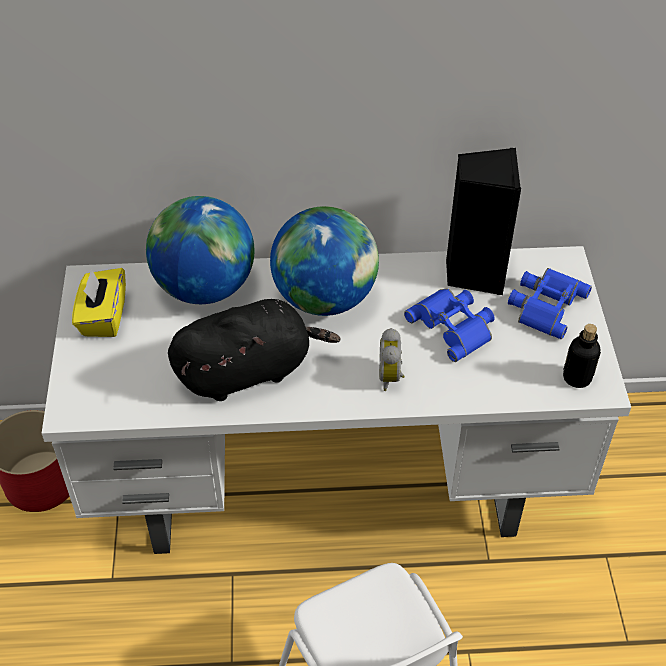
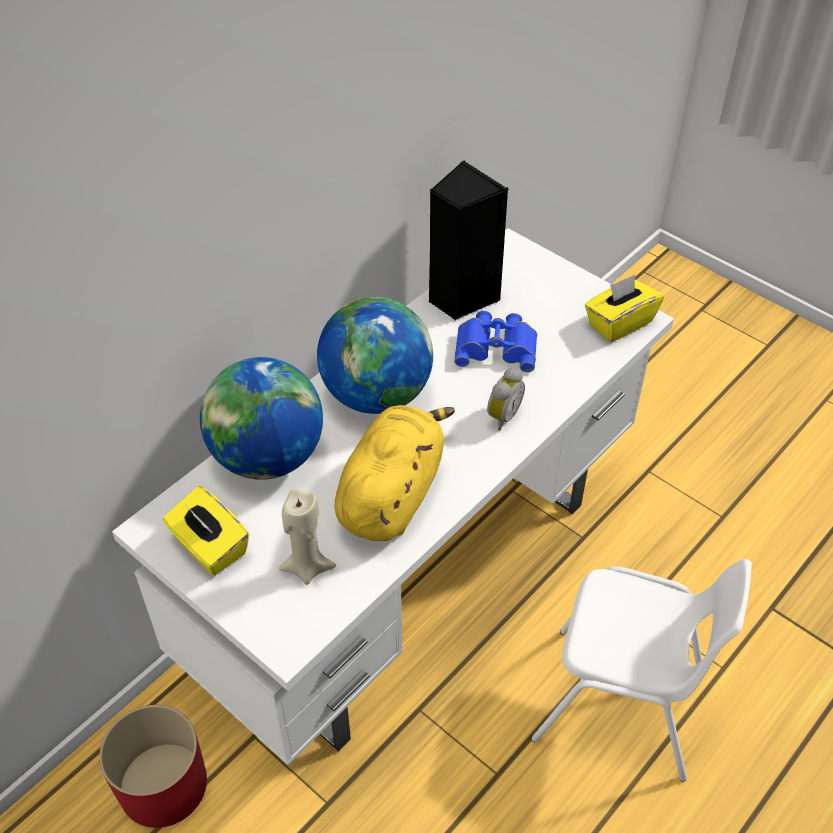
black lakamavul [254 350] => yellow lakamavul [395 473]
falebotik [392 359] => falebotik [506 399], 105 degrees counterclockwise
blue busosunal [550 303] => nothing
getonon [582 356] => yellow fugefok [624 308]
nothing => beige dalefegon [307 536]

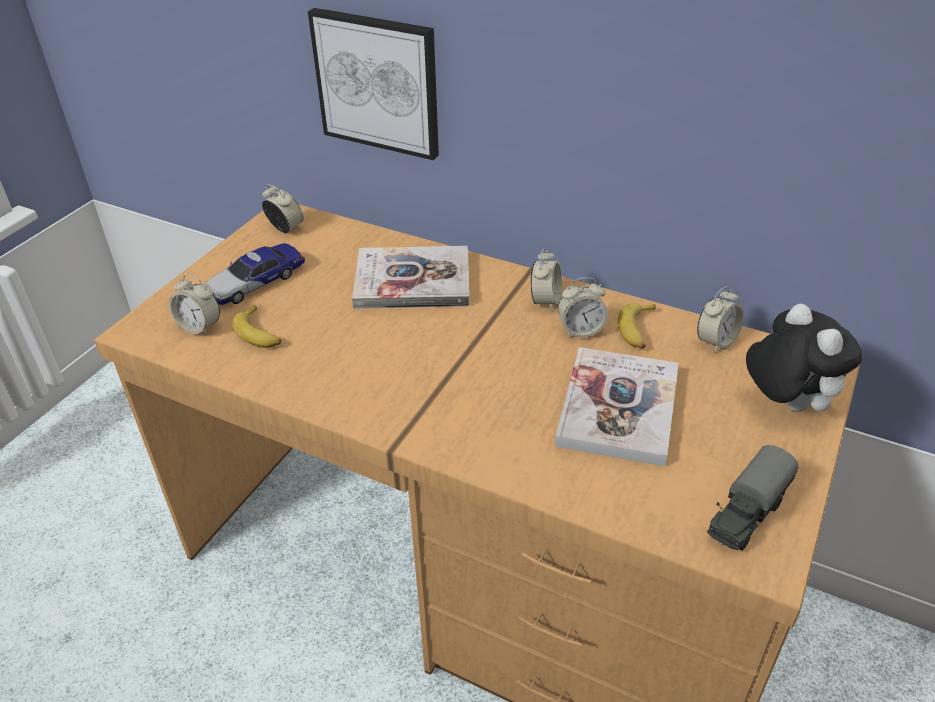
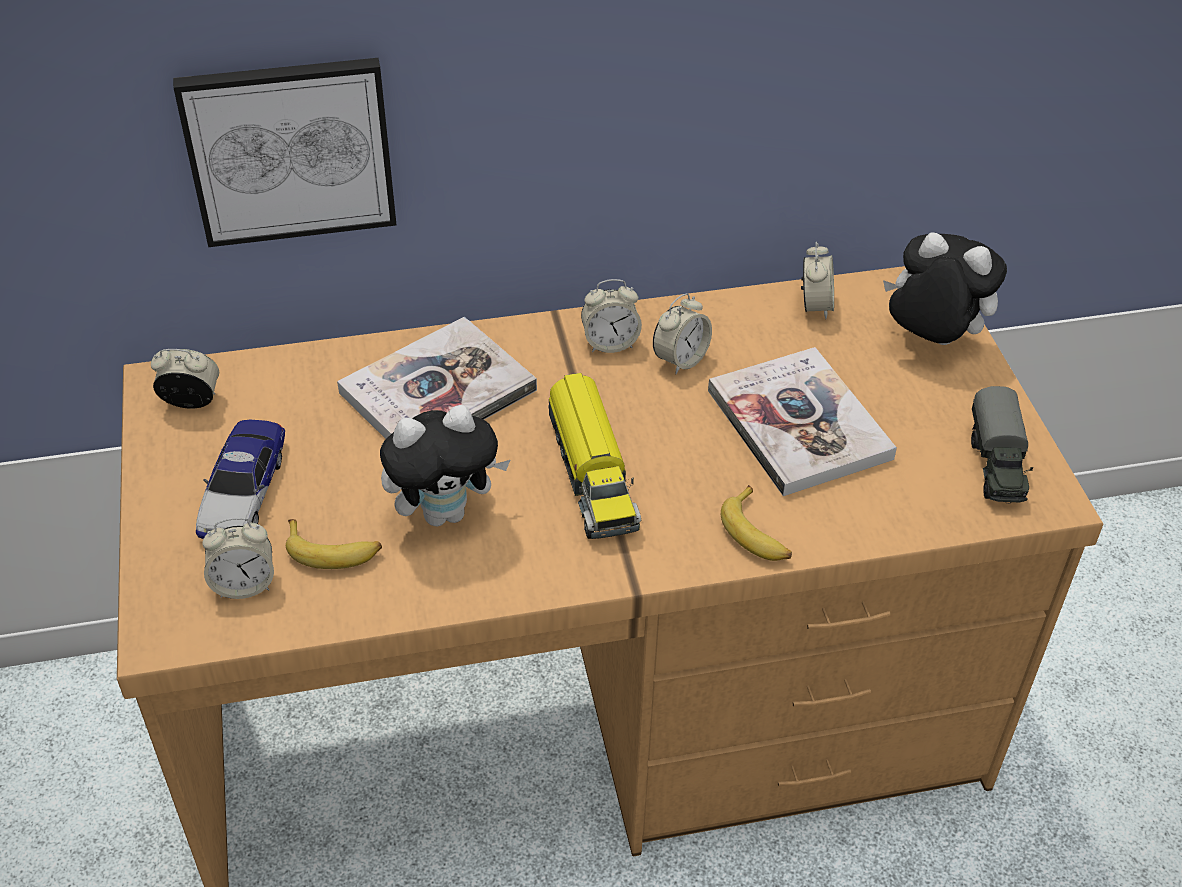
falebotik [546 279] => falebotik [611 316], 105 degrees clockwise
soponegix [637 326] => soponegix [756 523], relocated
nothing => lakamavul [445 465]
nothing => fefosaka [595 456]

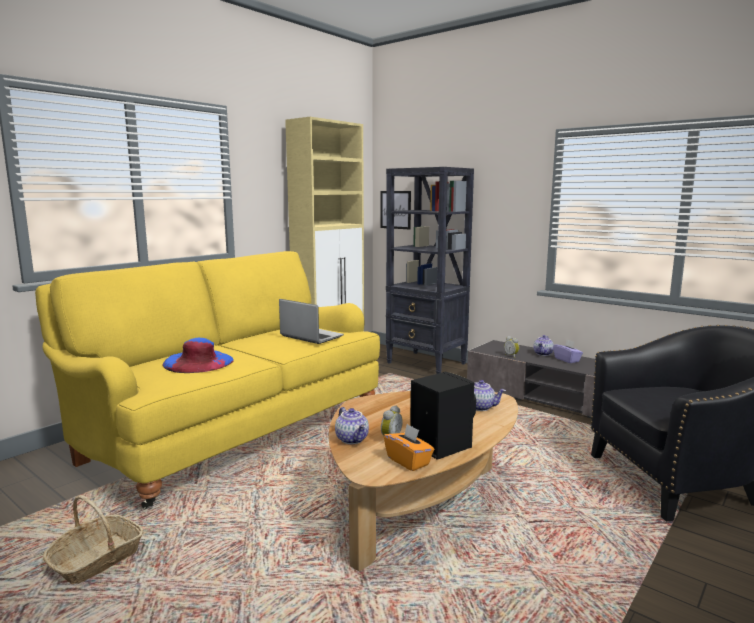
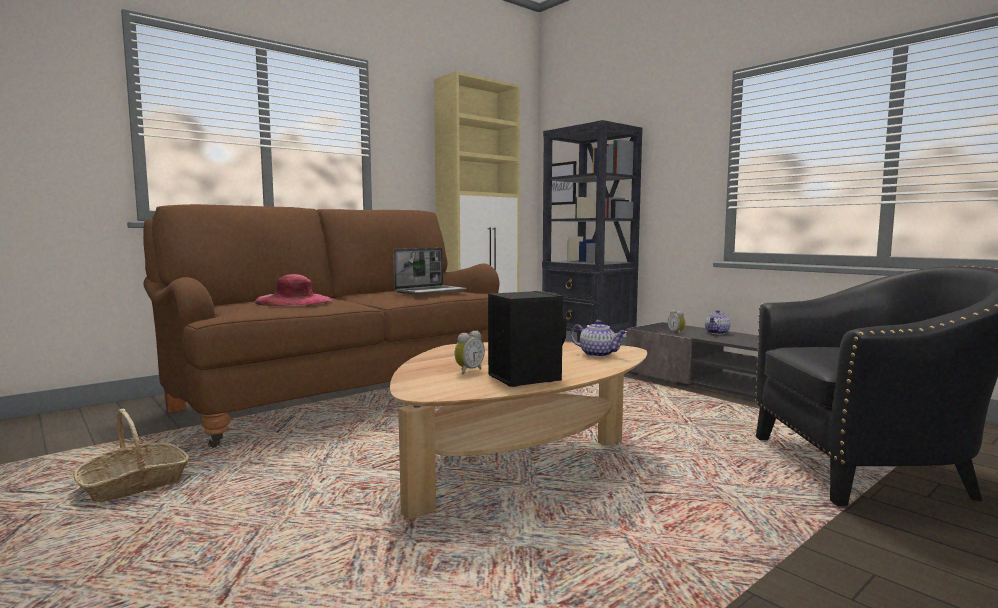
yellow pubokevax [207 380] => brown pubokevax [321 326]
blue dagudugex [198 355] => pink dagudugex [293 290]
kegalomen [311 321] => kegalomen [430 271], 90 degrees clockwise
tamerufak [352 425] => nothing
orange fugefok [409 447] => nothing
purple fugefok [568 351] => nothing

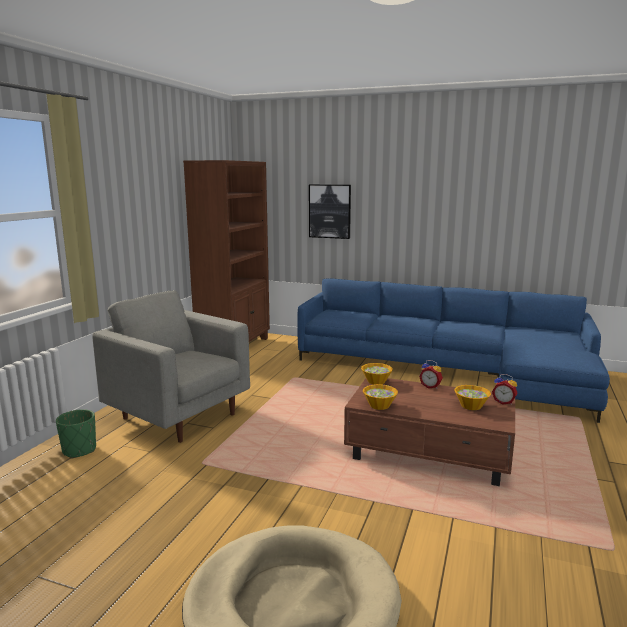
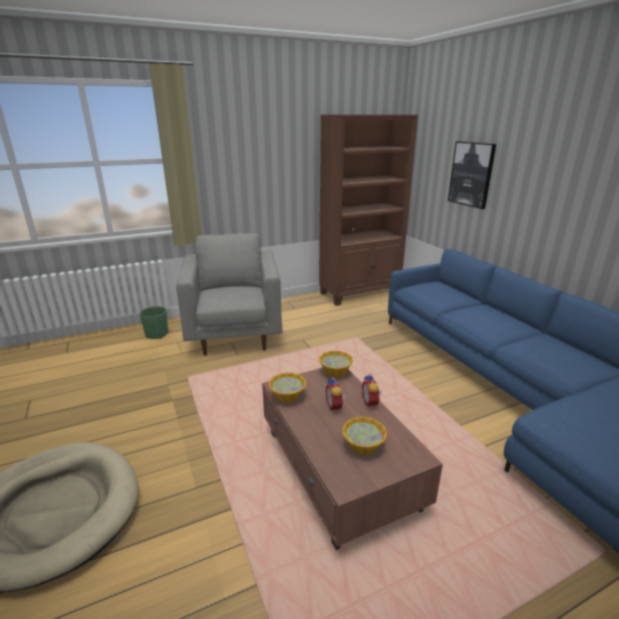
falebotik [505 389] => falebotik [335 394], relocated

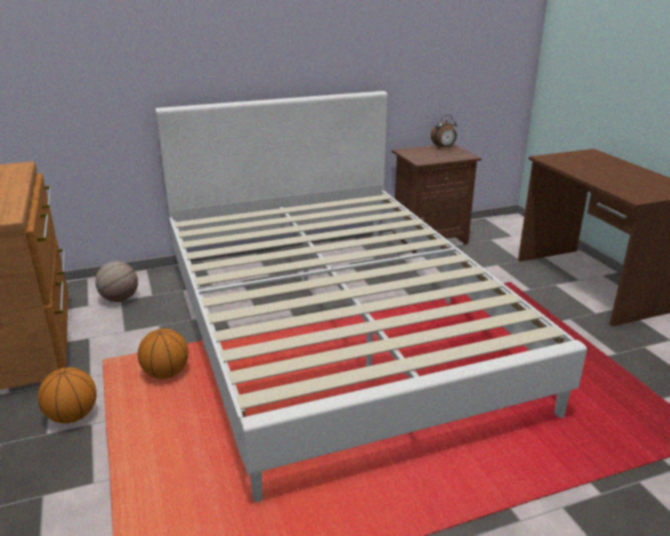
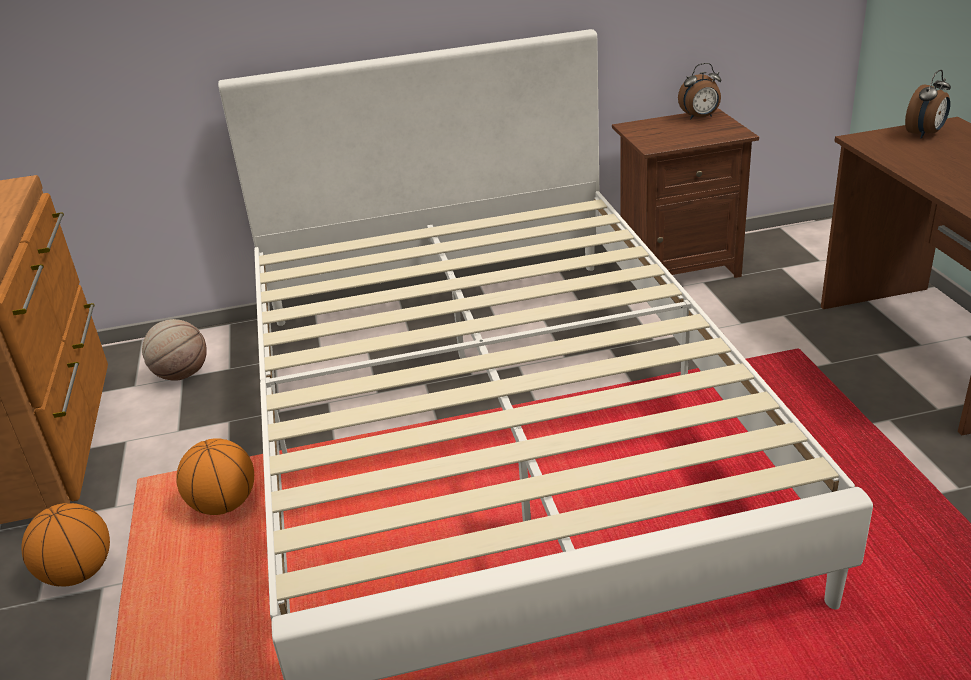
nothing => falebotik [928 104]

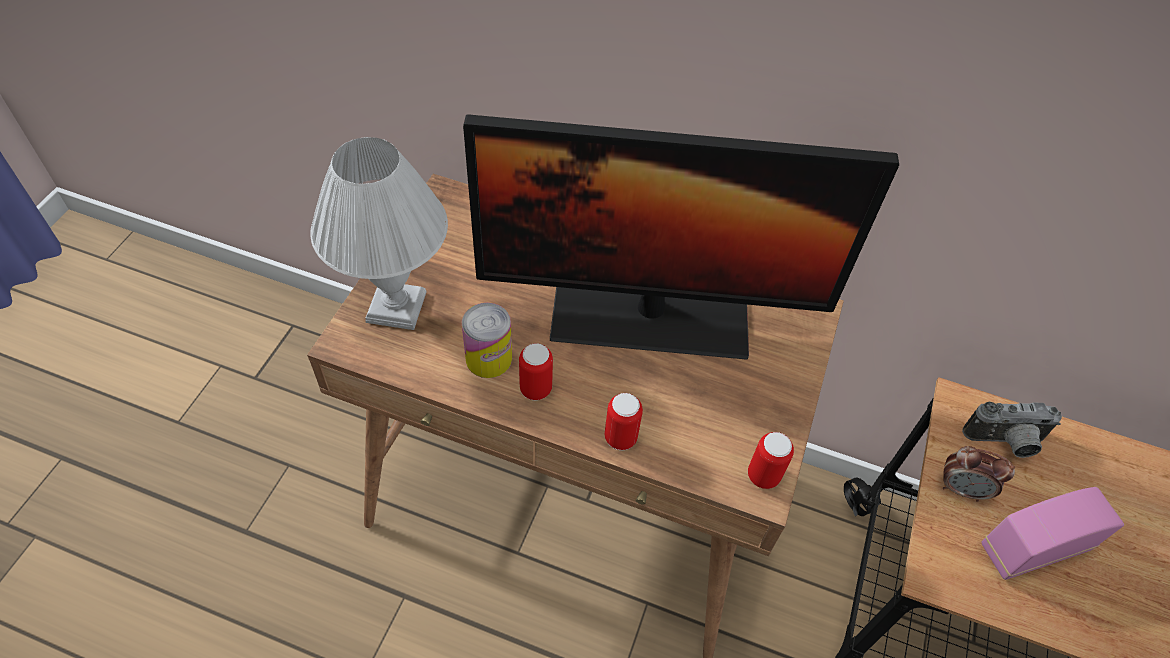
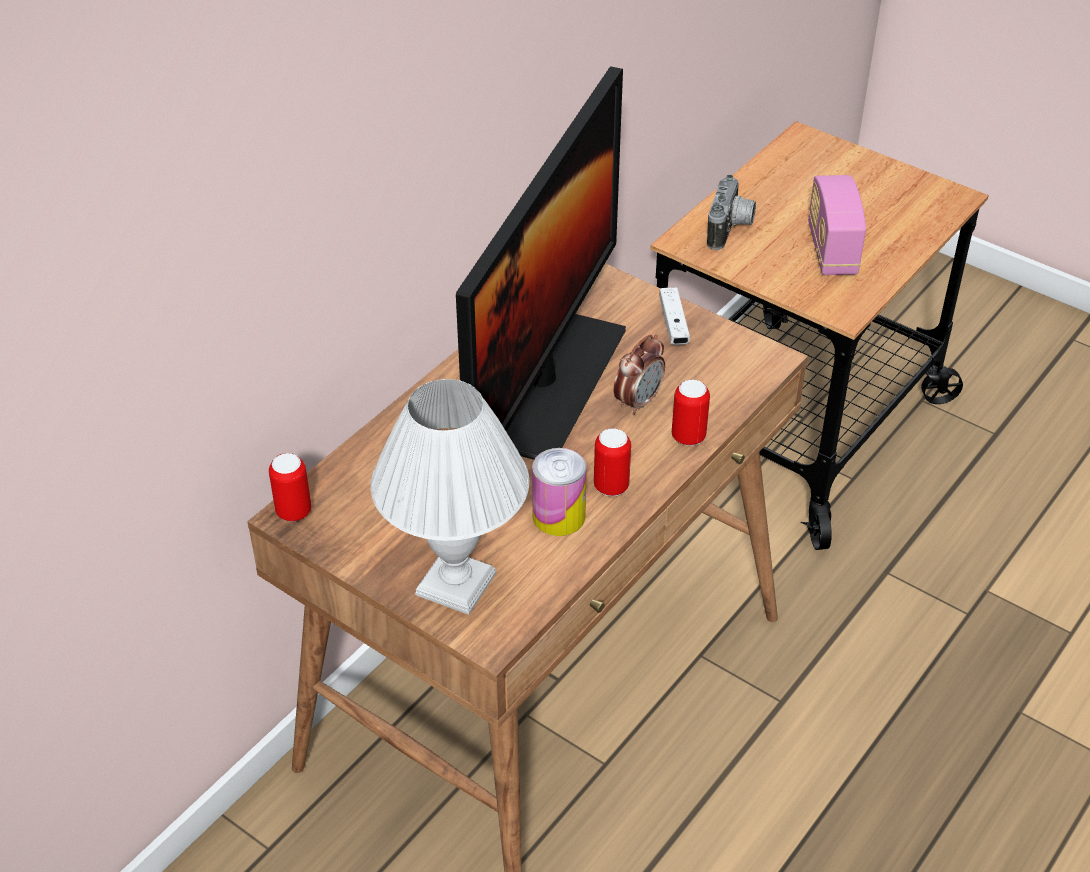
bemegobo [771 460] => bemegobo [290 487], relocated
falebotik [979 474] => falebotik [639 374], relocated
nothing => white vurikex [674 316]

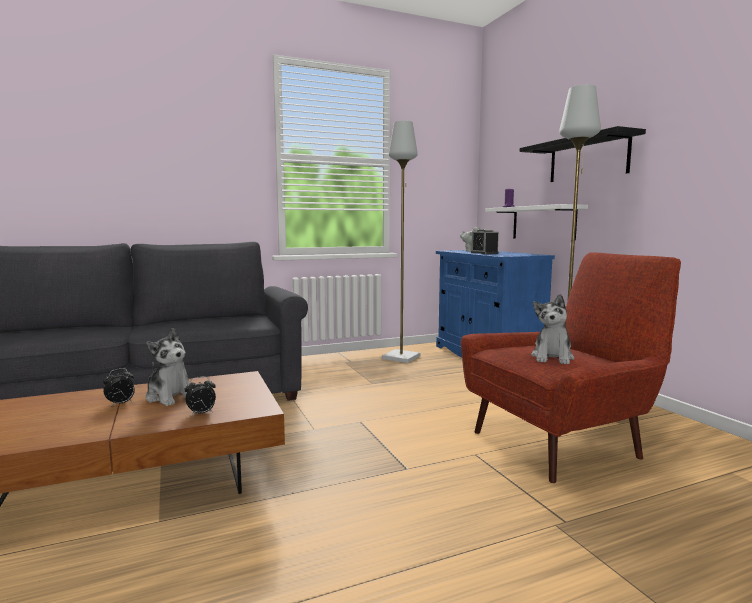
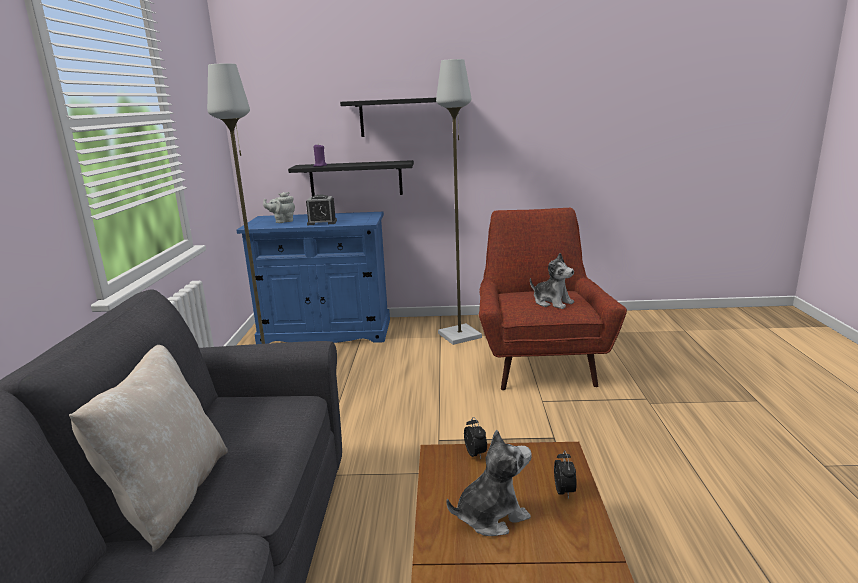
falebotik [119 387] => falebotik [475 438], relocated
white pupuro [536 222] => black pupuro [351 178]
nothing => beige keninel [148 448]

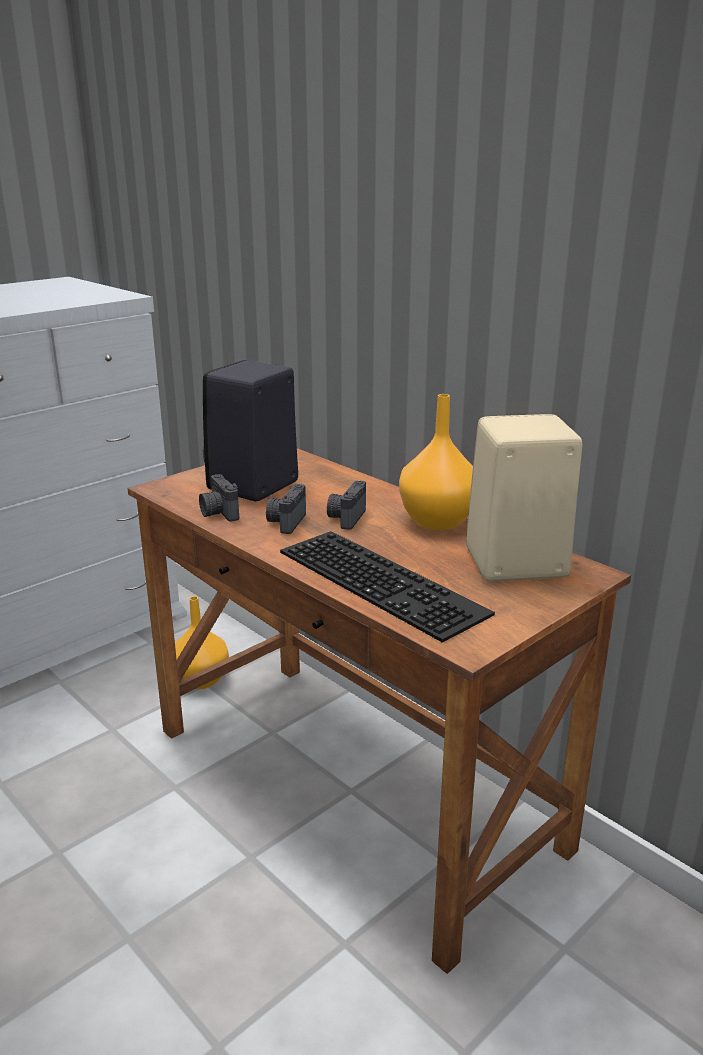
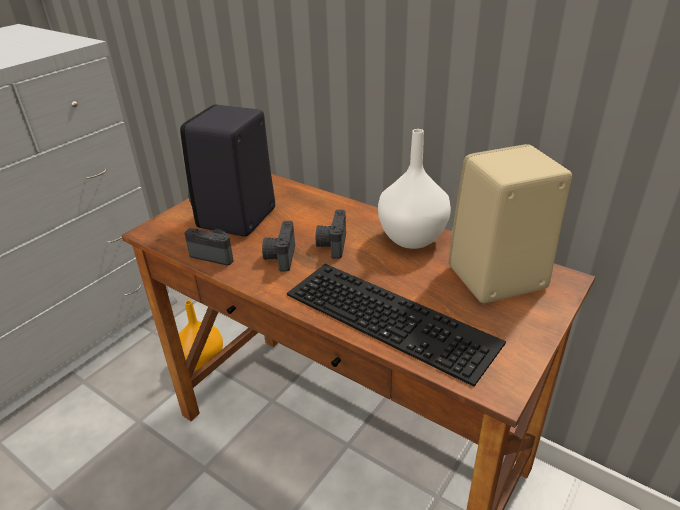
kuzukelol [219 498] => kuzukelol [208 247], 150 degrees clockwise
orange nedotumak [436 462] => white nedotumak [414 189]

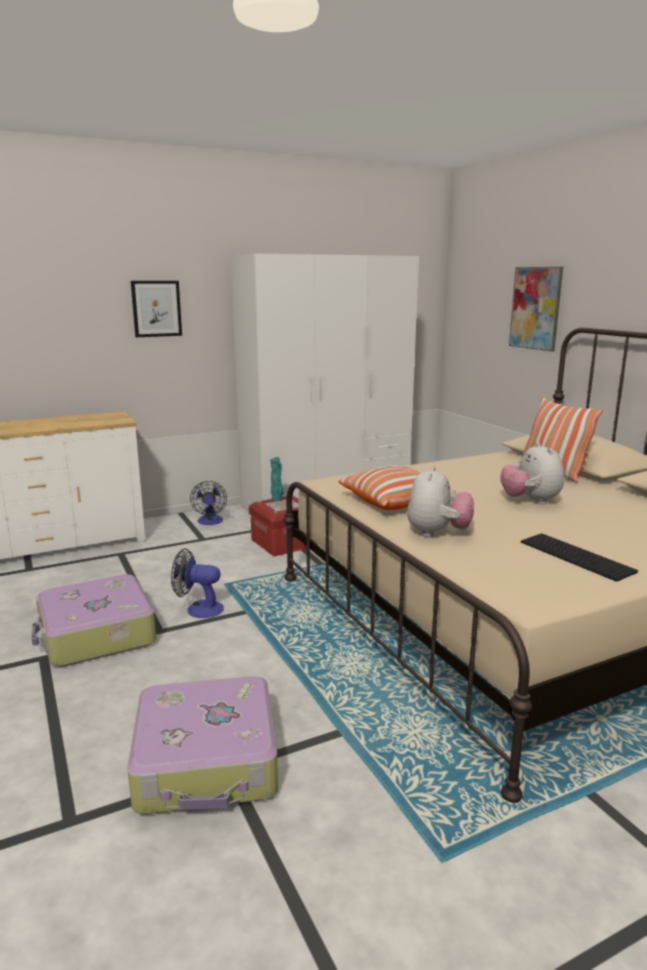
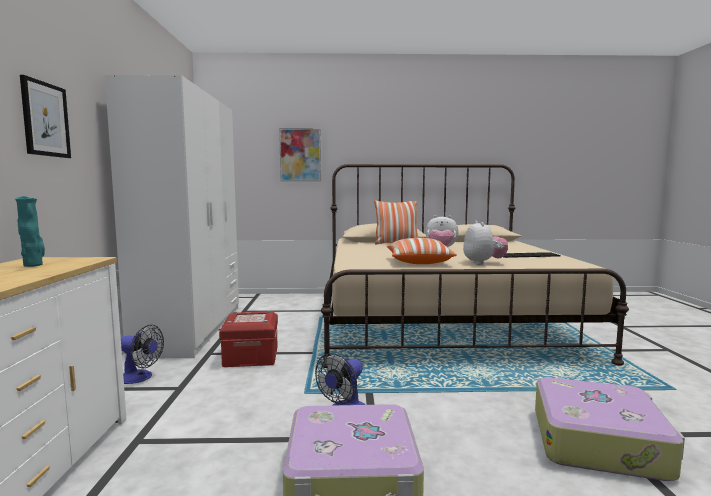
turquoise nedotumak [277 479] => turquoise nedotumak [30 231], relocated
lakamavul [440 501] => lakamavul [485 243], 45 degrees clockwise

